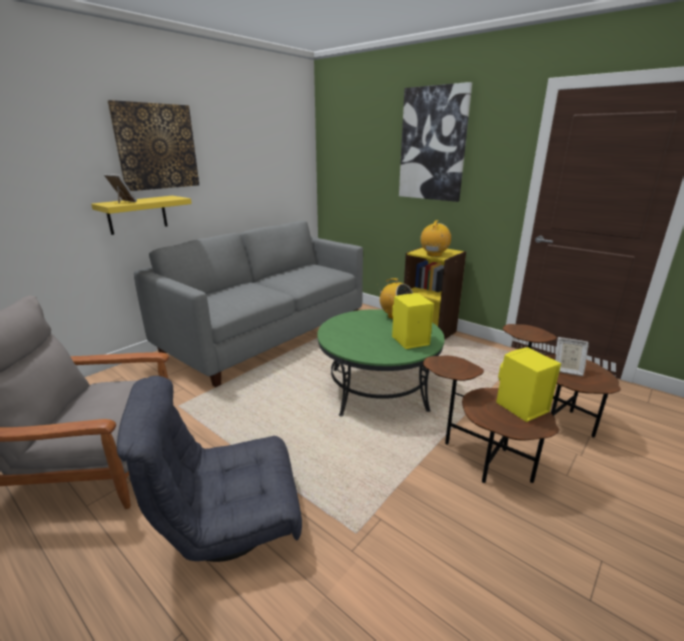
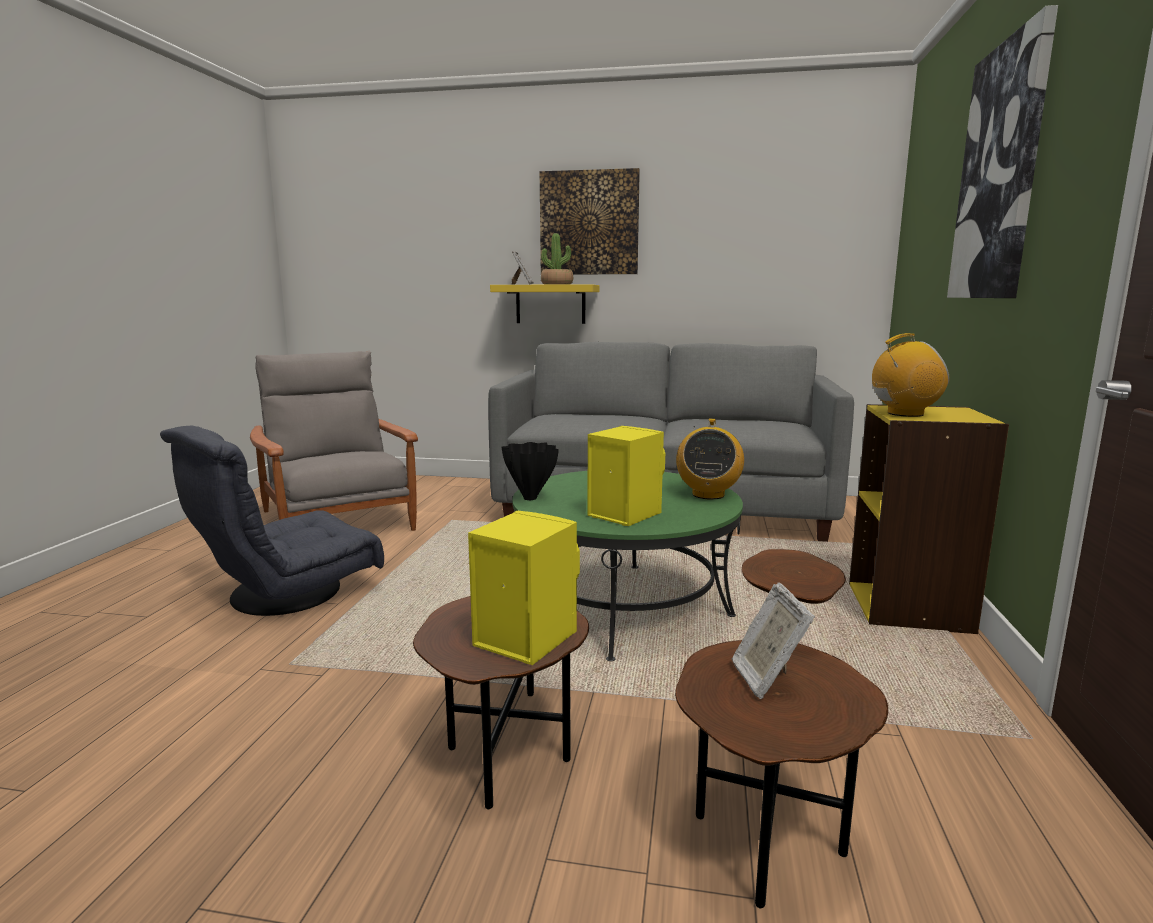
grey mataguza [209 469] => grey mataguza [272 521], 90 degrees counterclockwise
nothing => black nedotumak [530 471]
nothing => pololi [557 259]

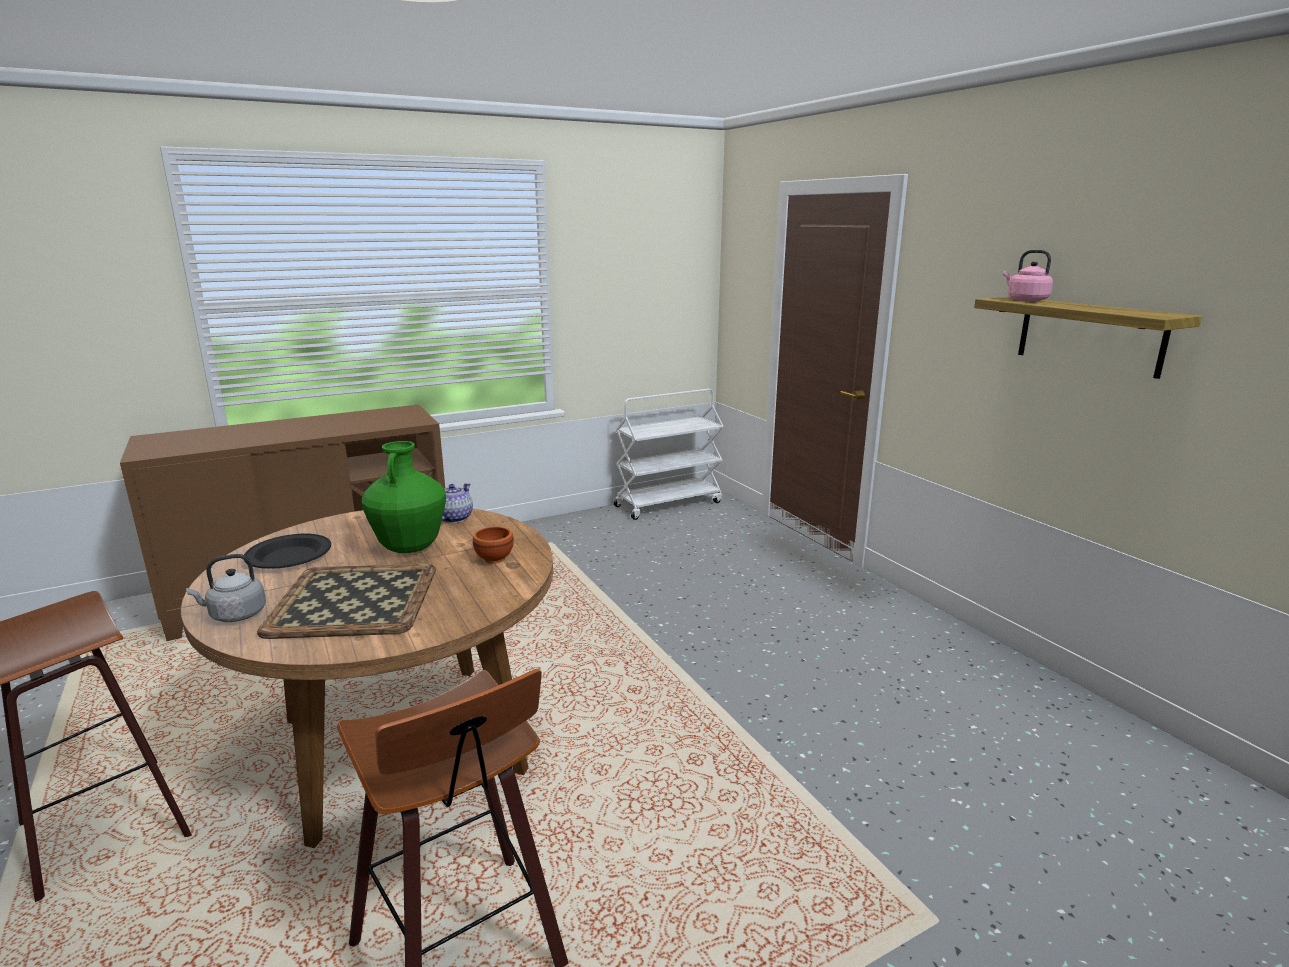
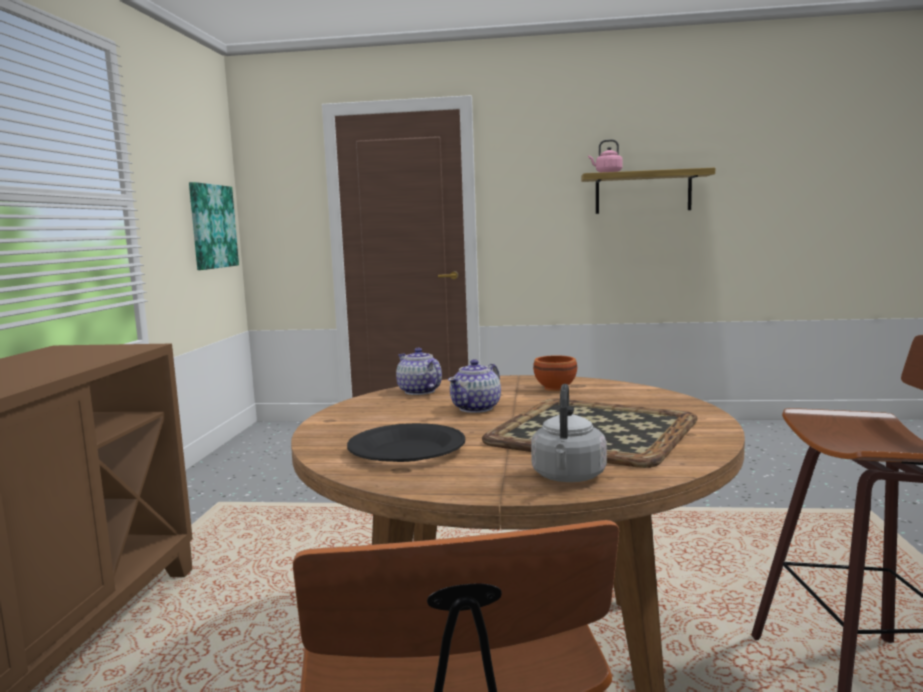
green nedotumak [404 497] => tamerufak [474 386]
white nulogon [669 454] => nothing
nothing => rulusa [214 226]

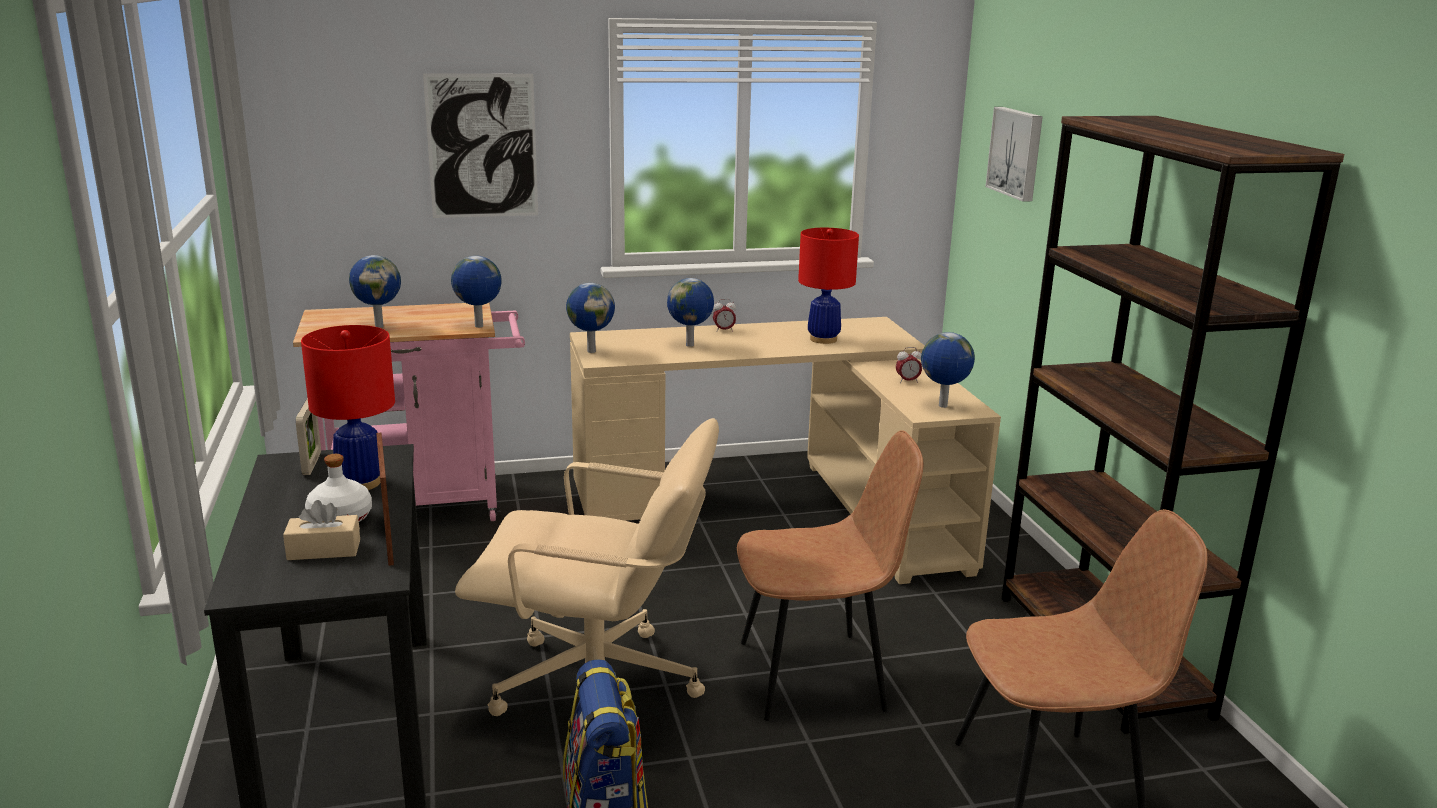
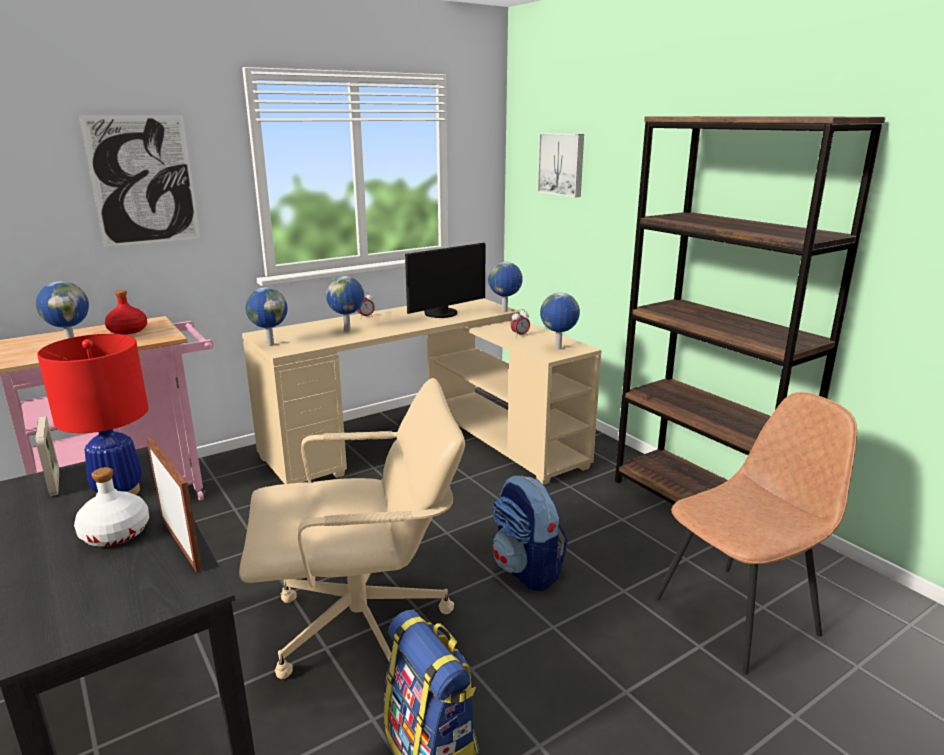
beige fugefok [321 530] => nothing
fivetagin [476 292] => fivetagin [505 287], relocated
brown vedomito [830 575] => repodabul [530 534]
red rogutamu [828 286] => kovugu [445 280]
nothing => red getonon [126 312]

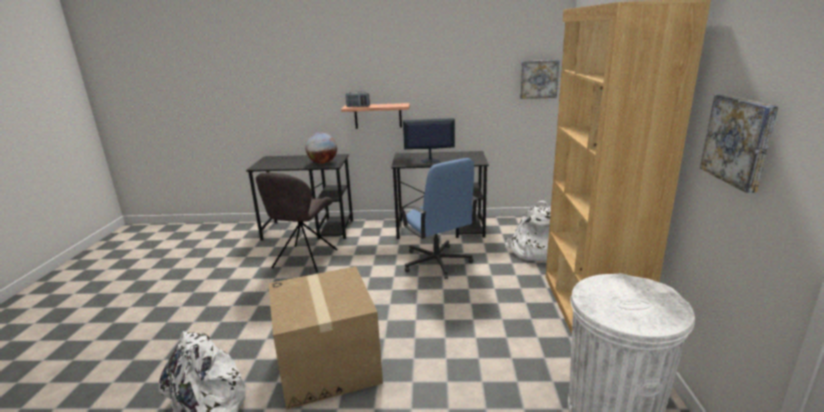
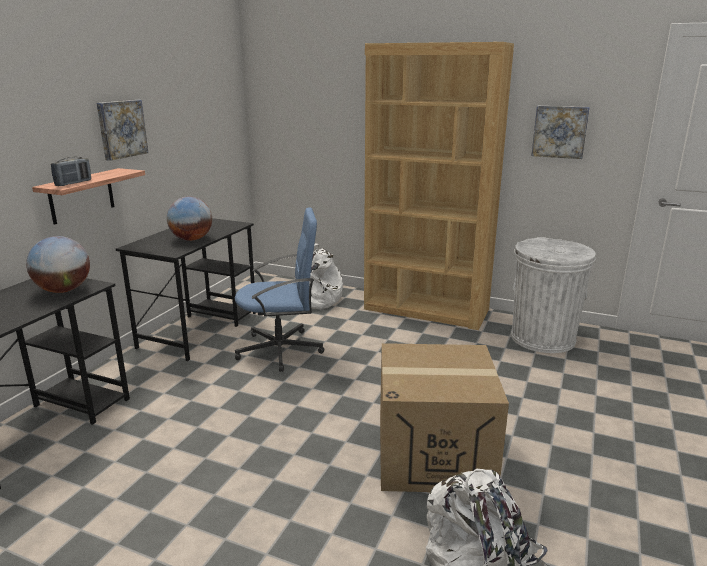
grey vedomito [297 222] => nothing
kovugu [429 140] => fivetagin [189 218]
rulusa [540 79] => rulusa [122 130], relocated

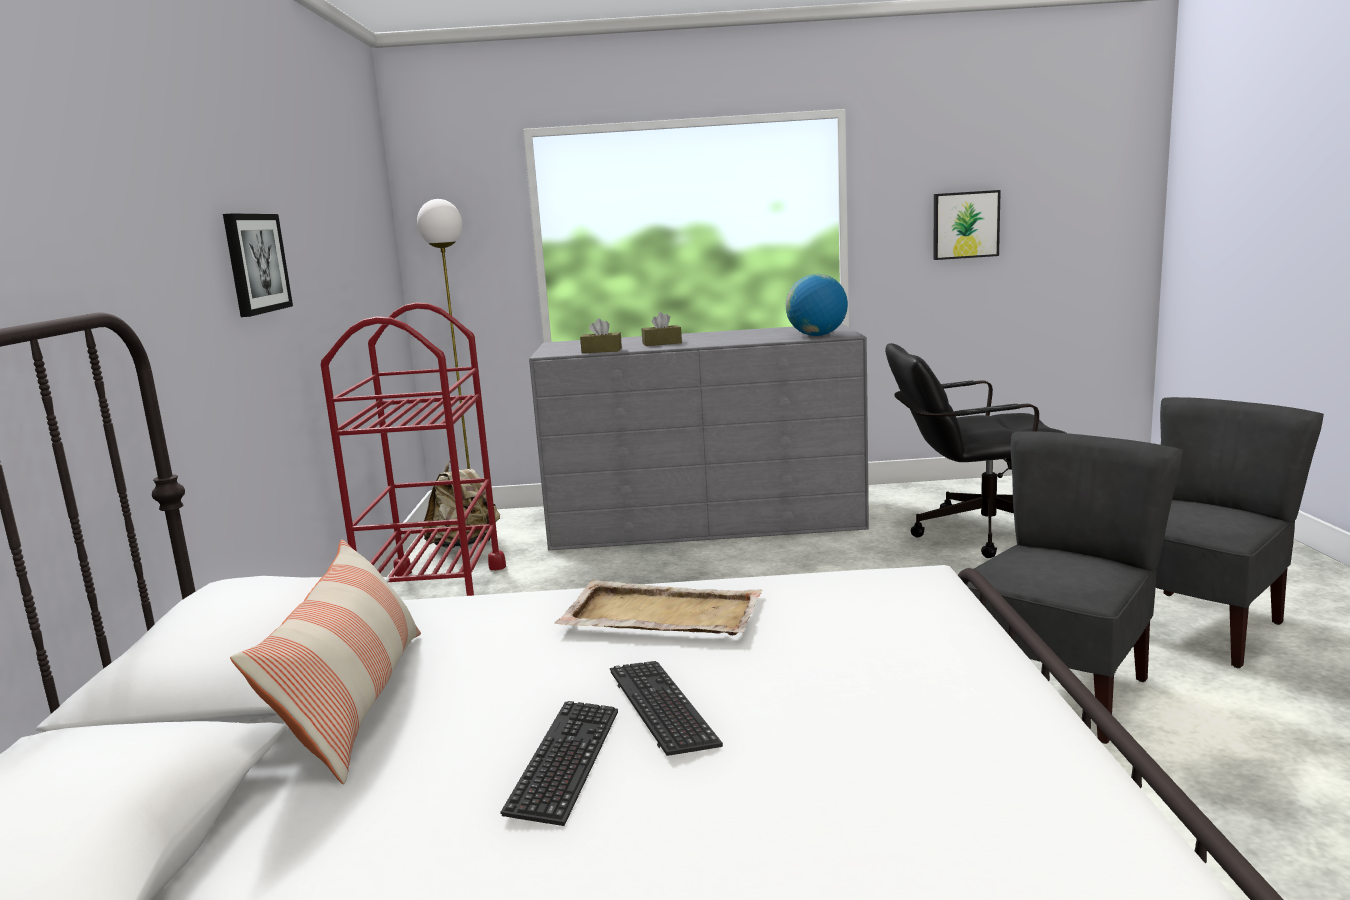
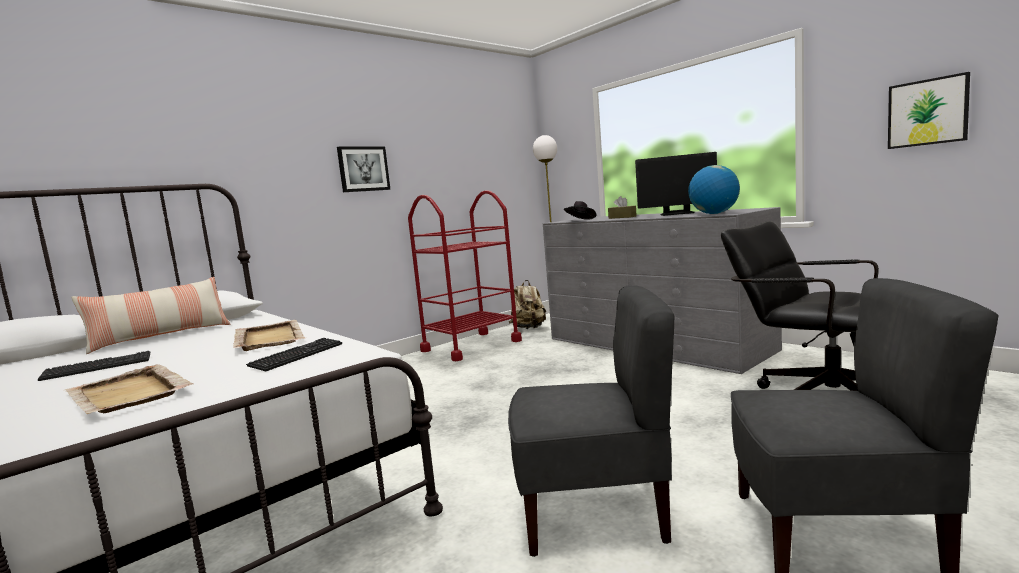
brown fugefok [601 336] => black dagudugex [580 210]
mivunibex [666 708] => mivunibex [294 354], relocated
nothing => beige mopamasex [129 389]
nothing => kovugu [676 184]

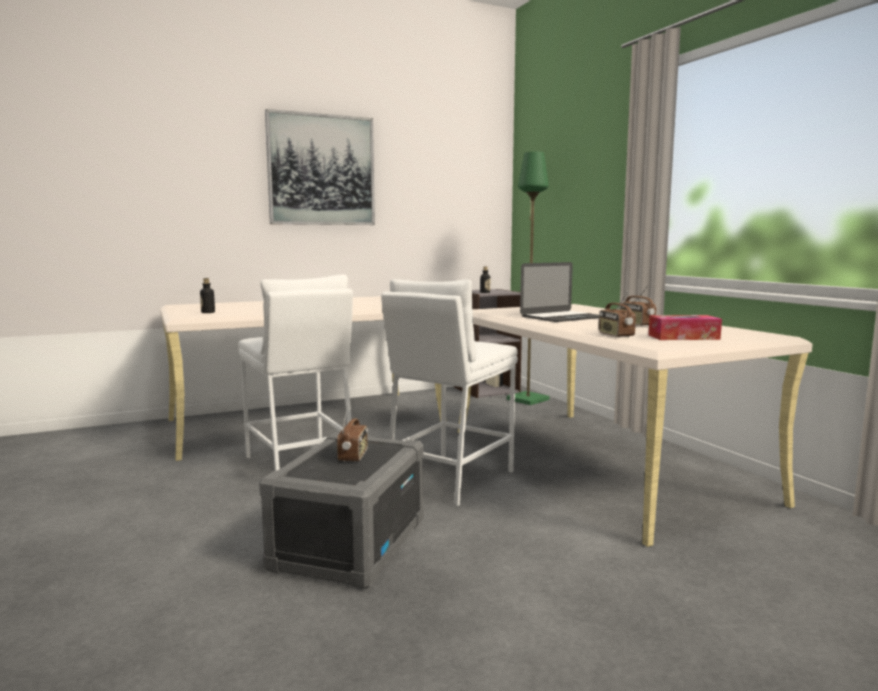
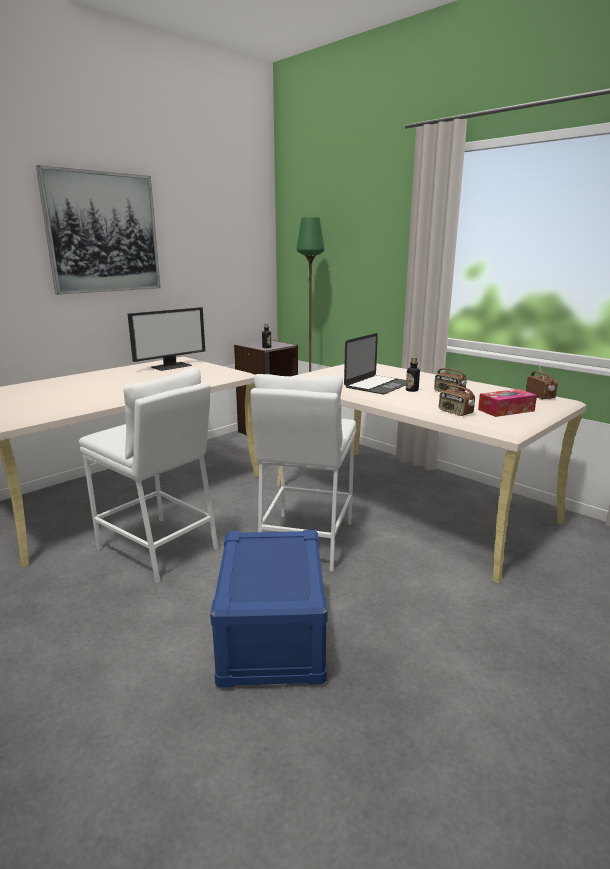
getonon [207 295] => getonon [413 374], relocated
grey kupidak [341 510] => blue kupidak [269 609]
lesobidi [352 435] => lesobidi [542 381], relocated
nothing => kovugu [166 339]

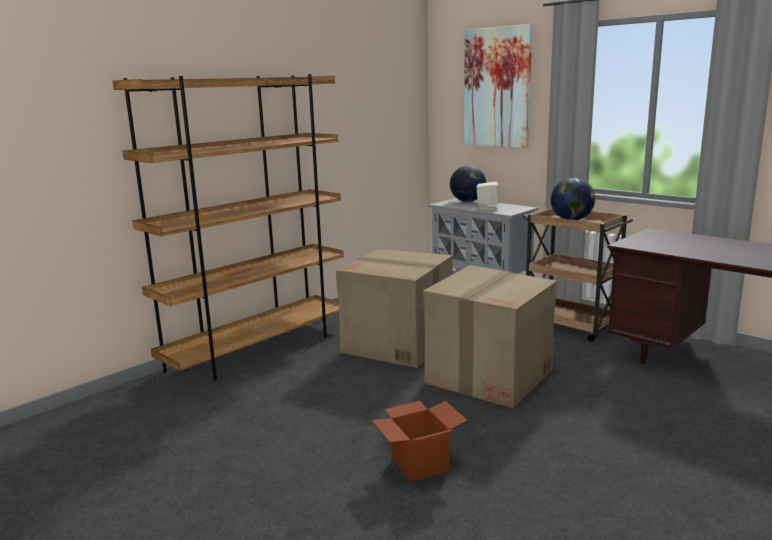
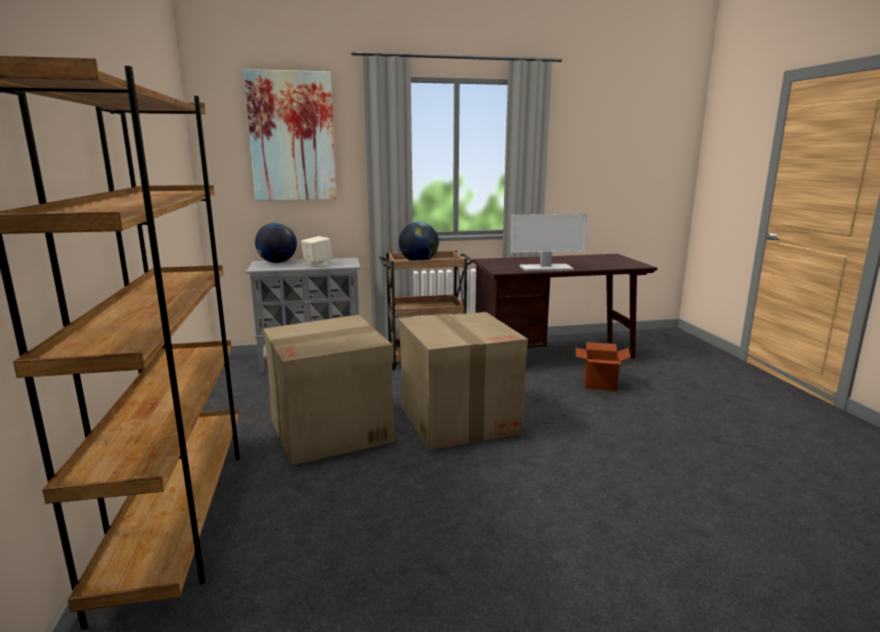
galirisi [420 441] => galirisi [603 366], relocated
nothing => kovugu [549 242]

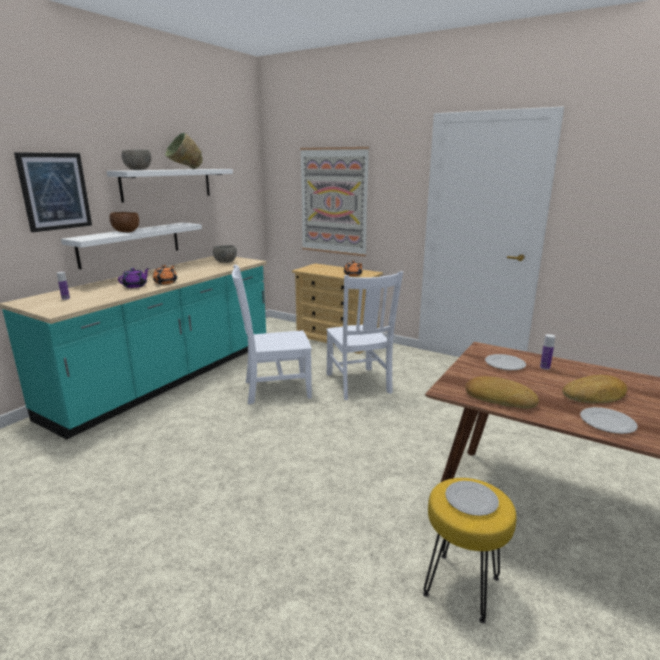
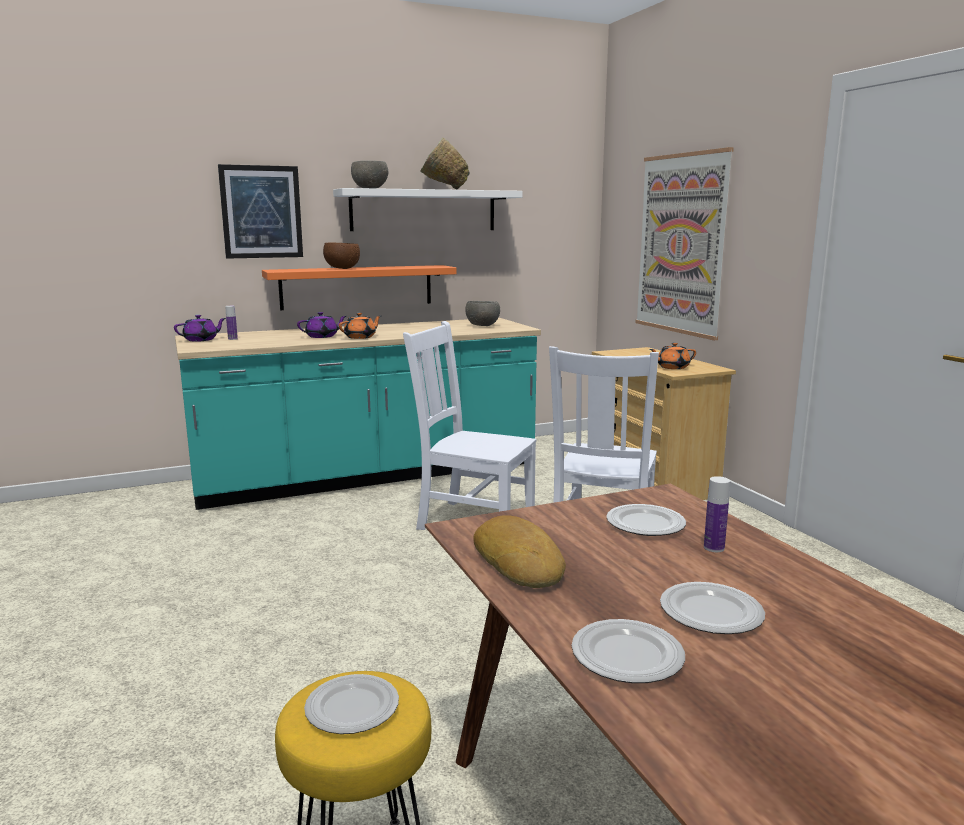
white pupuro [131 245] => orange pupuro [359 287]
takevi [594 389] => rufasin [712 608]
nothing => purple tamerufak [200 328]

